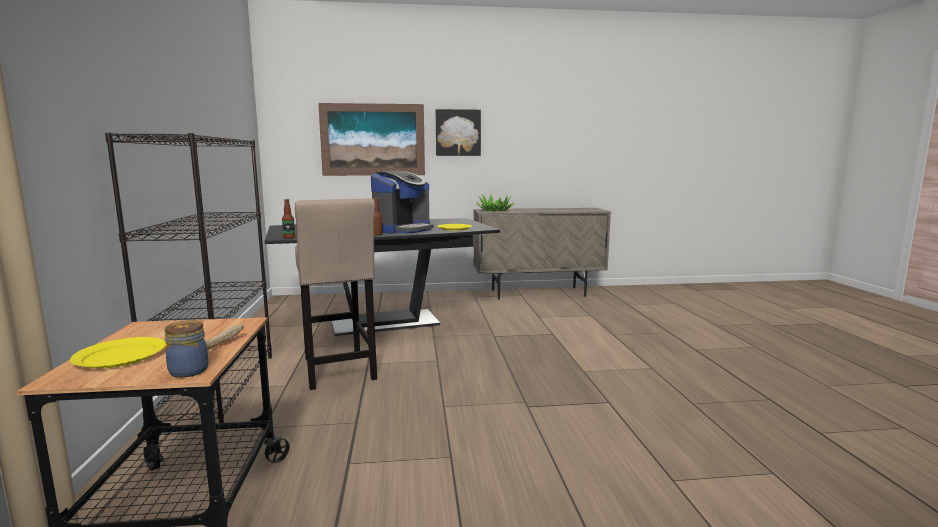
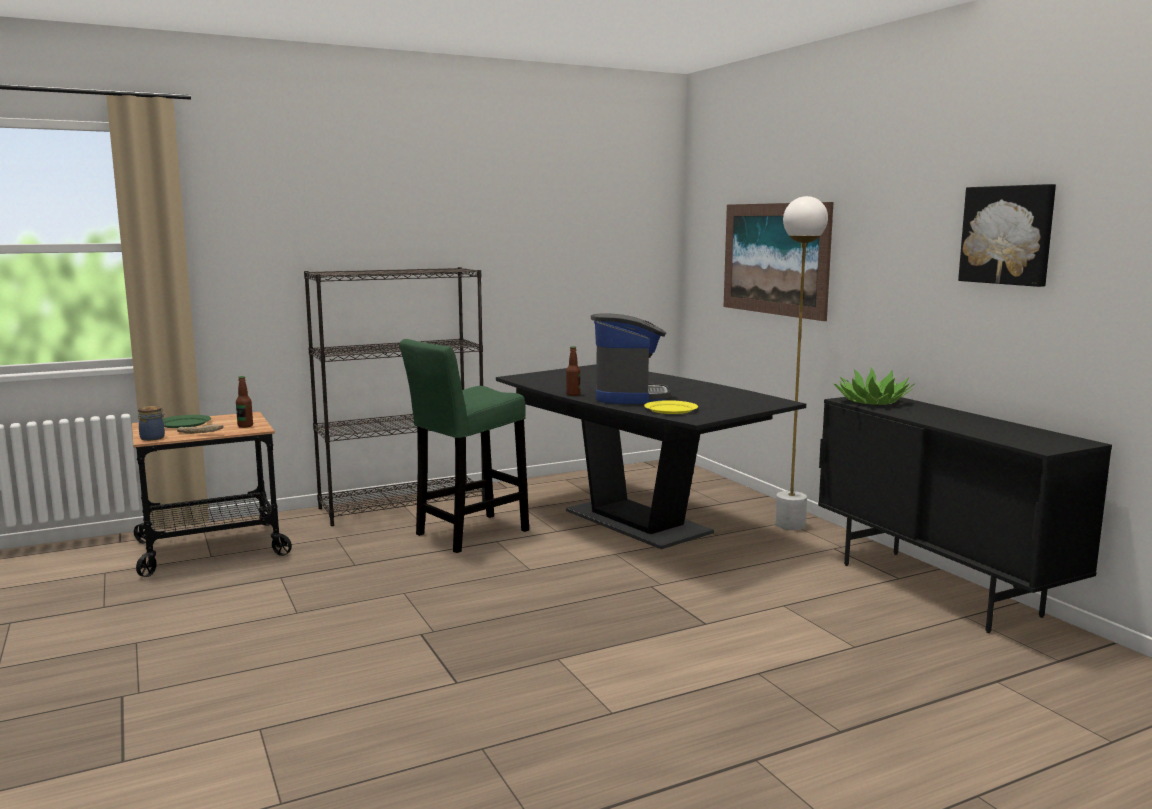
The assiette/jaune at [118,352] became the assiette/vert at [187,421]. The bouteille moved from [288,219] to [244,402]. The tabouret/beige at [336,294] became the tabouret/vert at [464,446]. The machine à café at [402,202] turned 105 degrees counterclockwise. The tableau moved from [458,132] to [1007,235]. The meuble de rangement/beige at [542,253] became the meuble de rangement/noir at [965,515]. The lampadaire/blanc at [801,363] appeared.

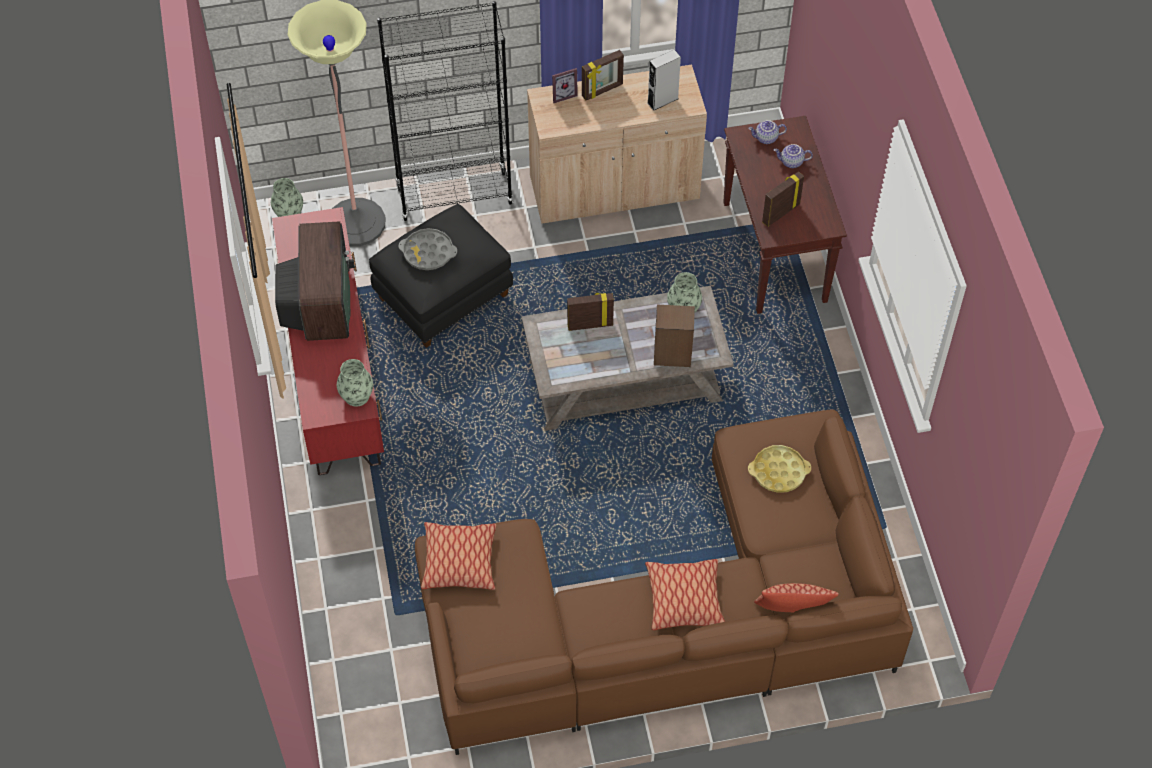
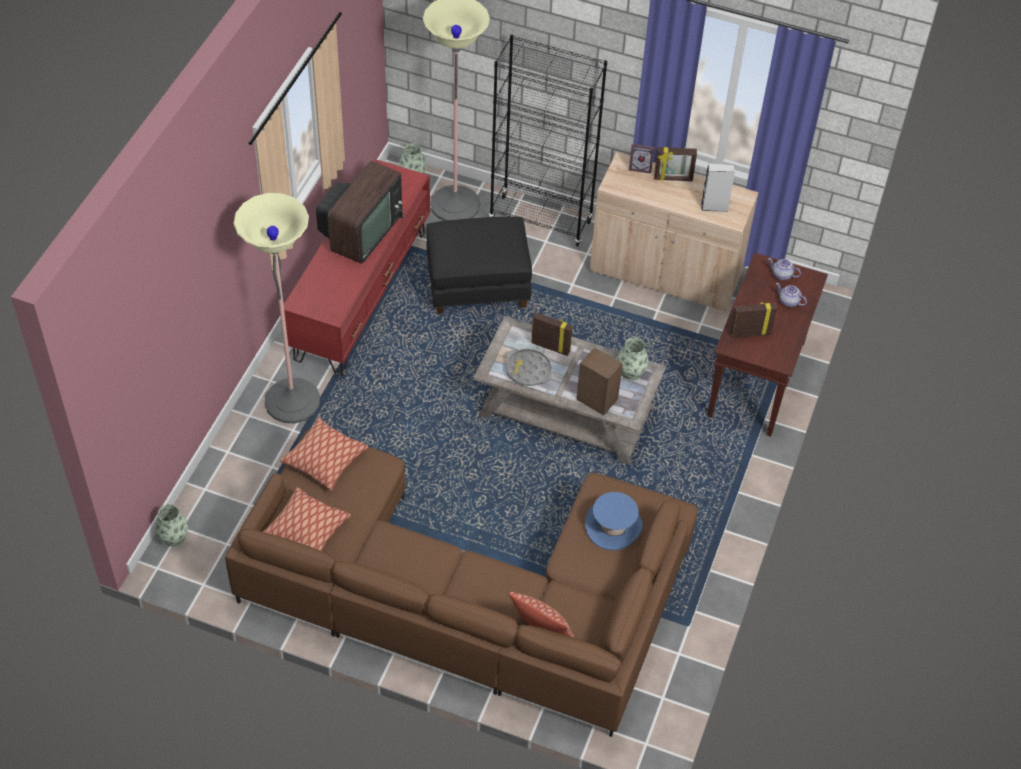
The vase moved from [355,383] to [171,525]. The plateau/gris moved from [427,249] to [528,367]. The coussin moved from [685,594] to [306,519]. The plateau/jaune at [779,469] was replaced by the chapeau/bleu at [614,521]. The lampadaire at [276,308] appeared.

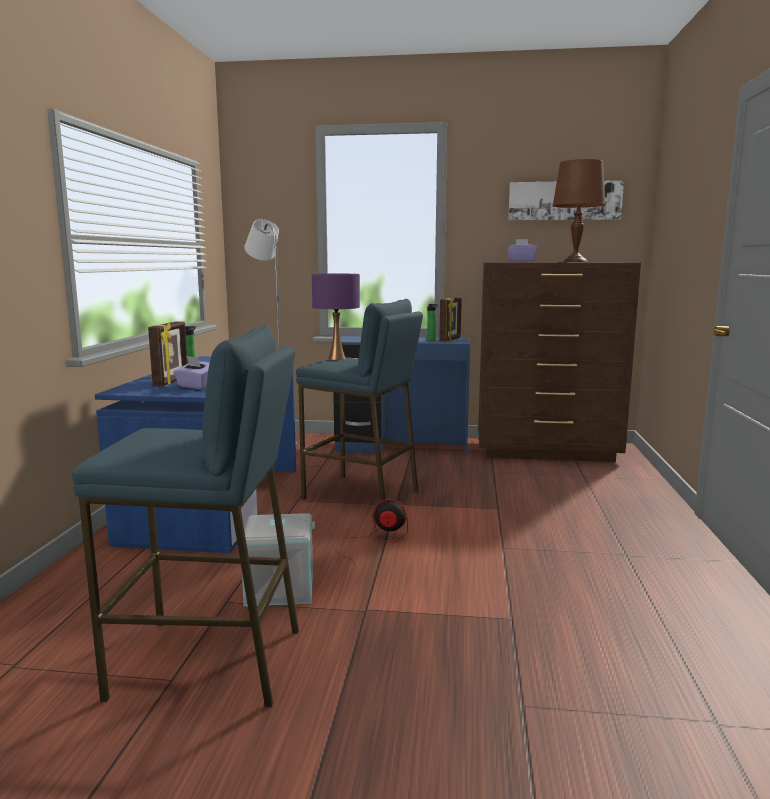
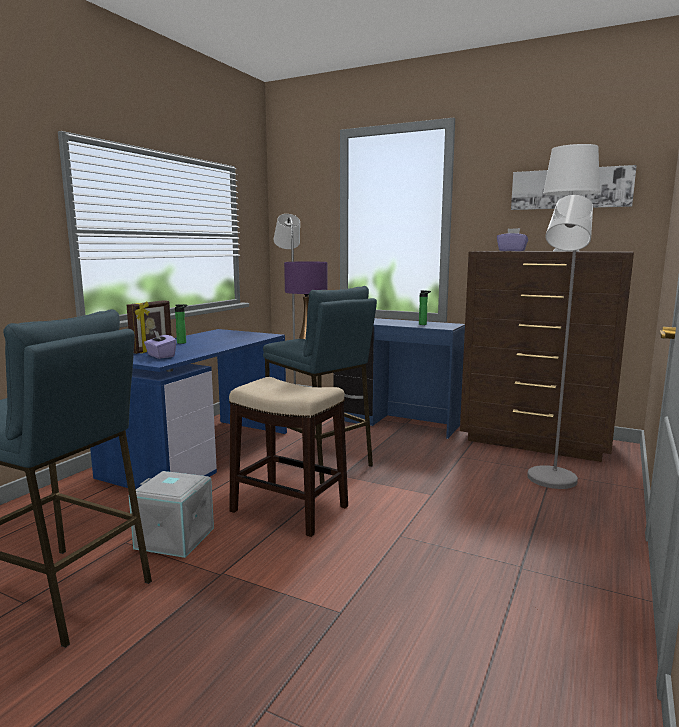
The ventilateur at [371,535] was replaced by the tabouret at [288,457]. The cadre photo at [450,319] disappeared. The lampe de table/marron at [579,210] became the lampe de table/blanc at [571,198]. The lampadaire/gris at [560,342] appeared.

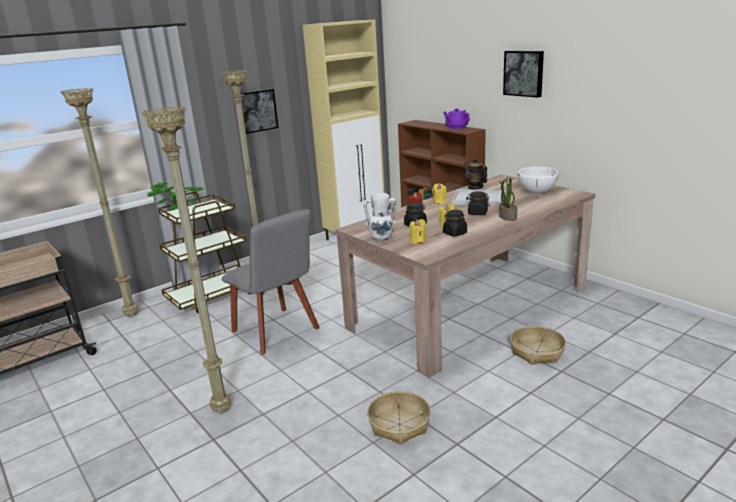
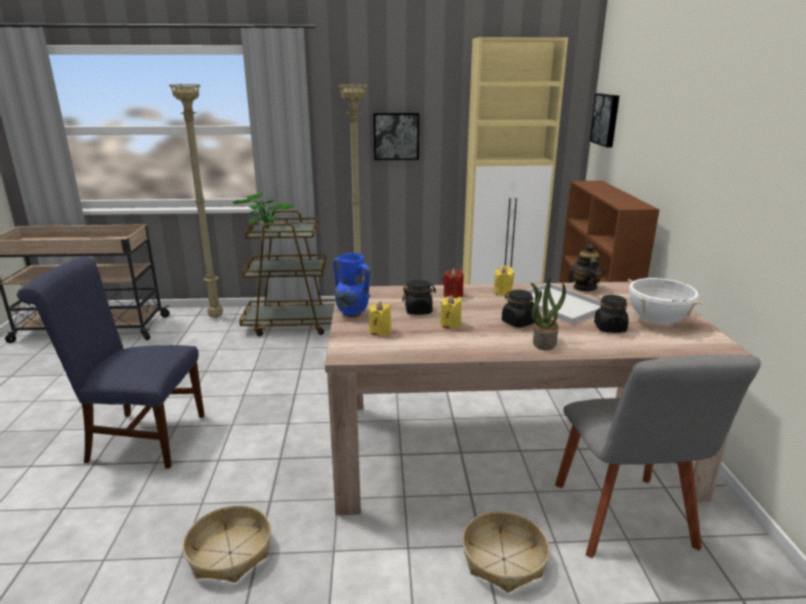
The lampadaire/beige at [186,259] was replaced by the chaise/bleu at [111,362]. The chaise/gris moved from [270,282] to [658,456]. The vase/blanc at [380,217] became the vase/bleu at [352,285]. The théière/violet at [456,119] disappeared. The bocal/noir moved from [455,223] to [611,314]. The tableau moved from [523,74] to [604,120].

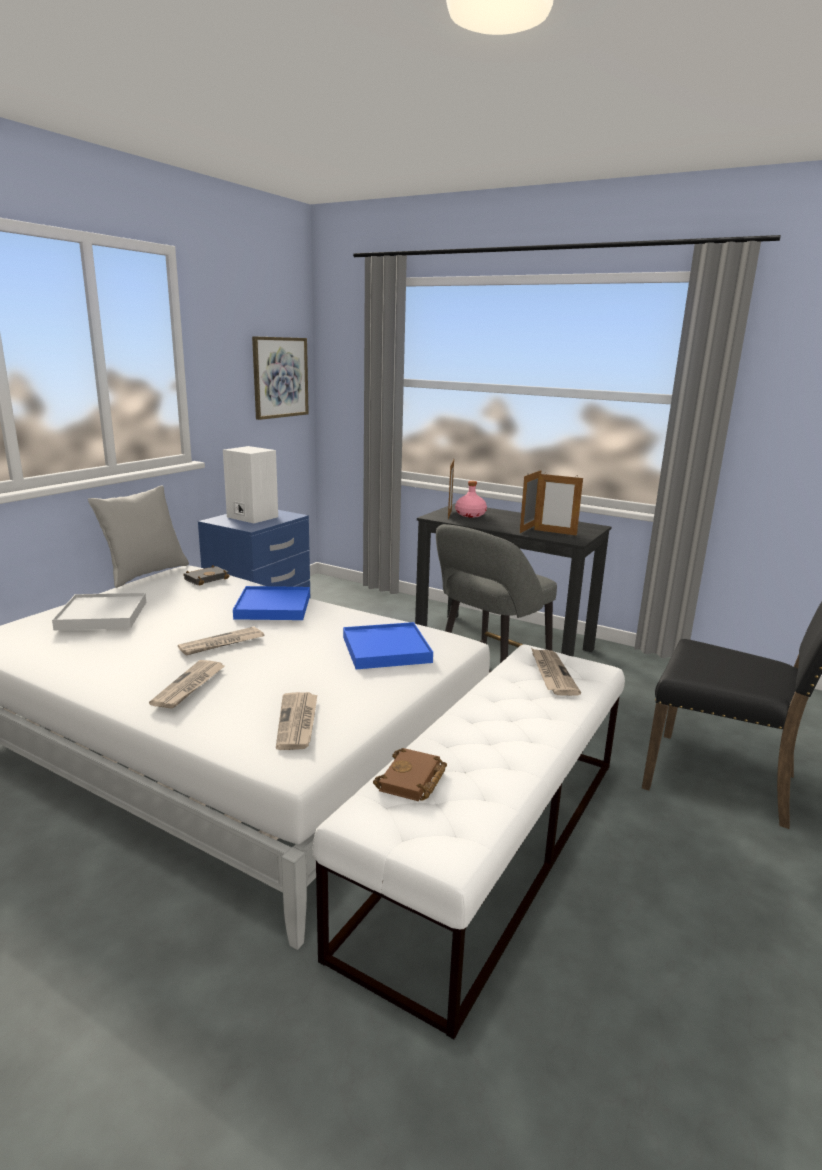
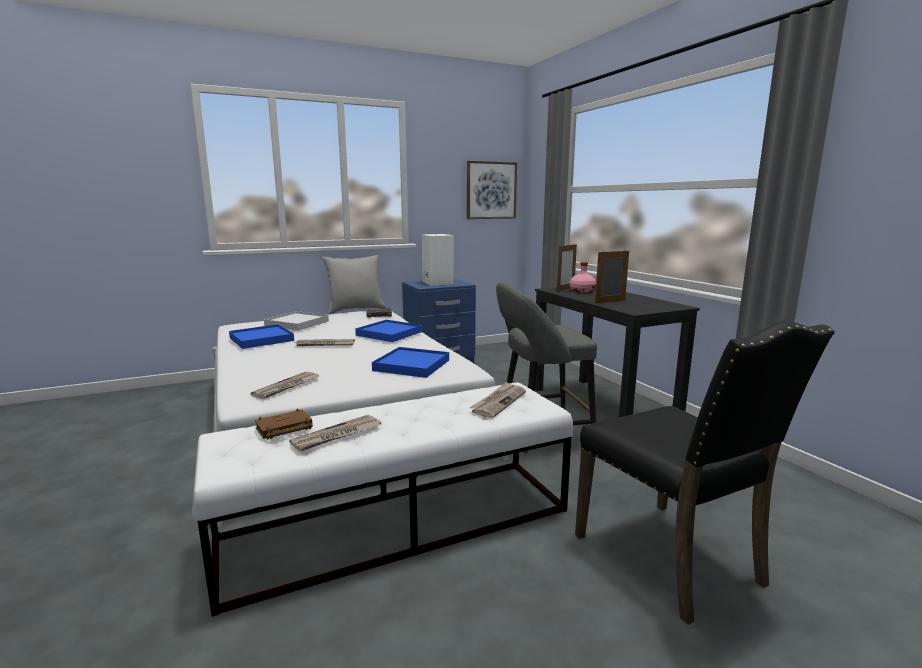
The journal moved from [187,684] to [335,433]. The cadre photo at [558,504] disappeared. The plateau/bleu at [261,336] appeared.

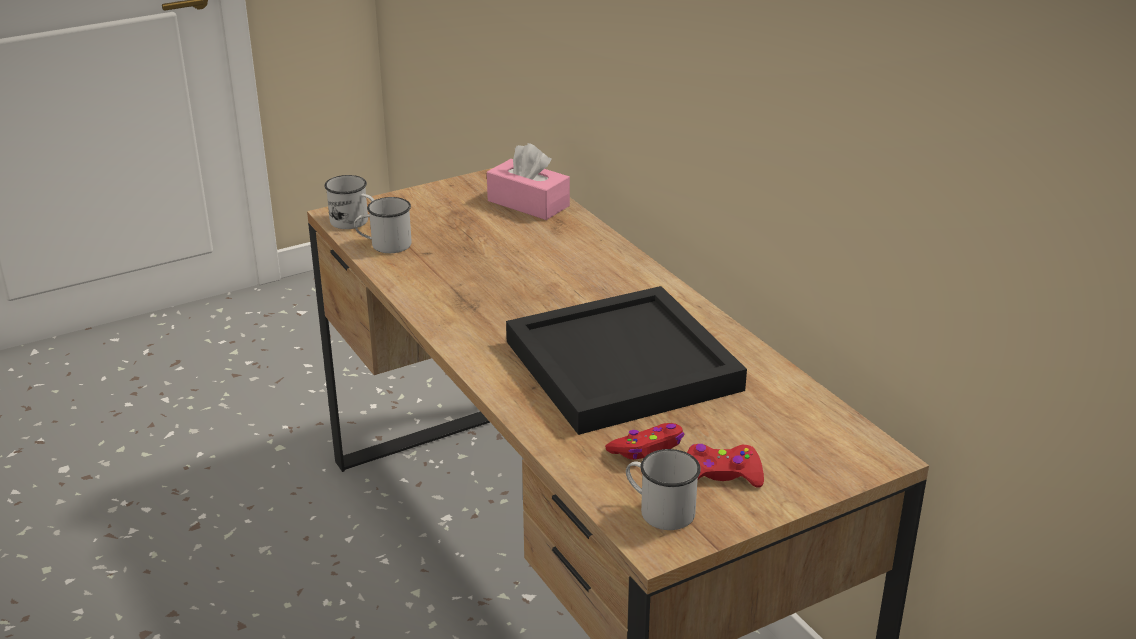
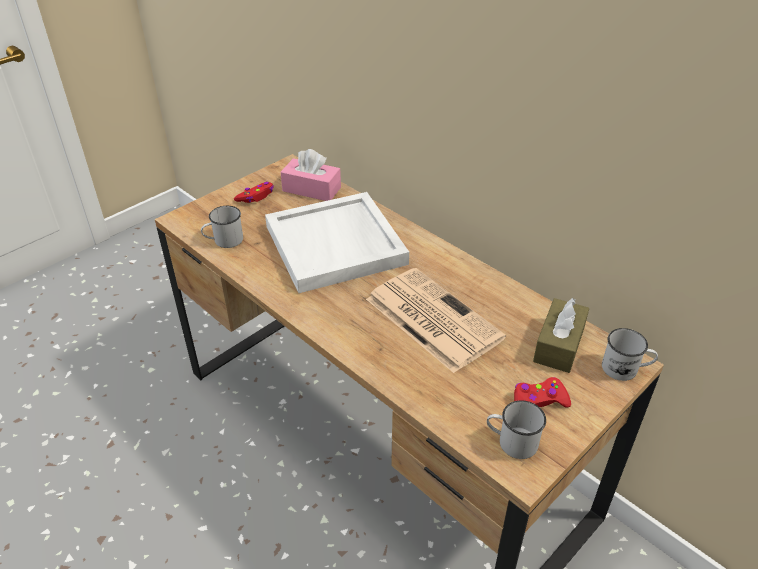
The mug/blanc moved from [349,202] to [630,354]. The plateau/noir at [626,360] was replaced by the journal at [436,320]. The manette/rouge moved from [644,441] to [254,192]. The plateau/blanc at [337,242] appeared. The boîte à mouchoirs/marron at [561,335] appeared.

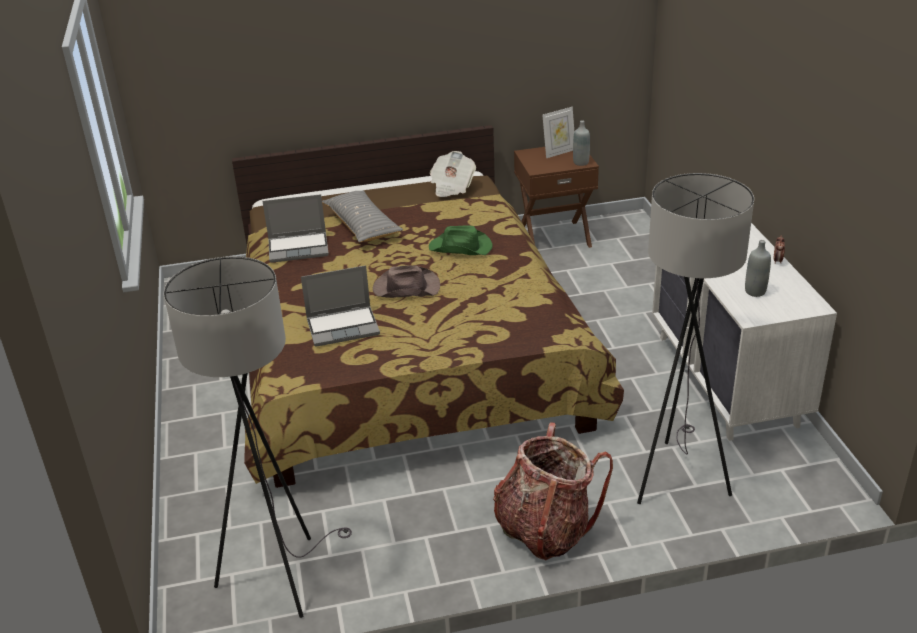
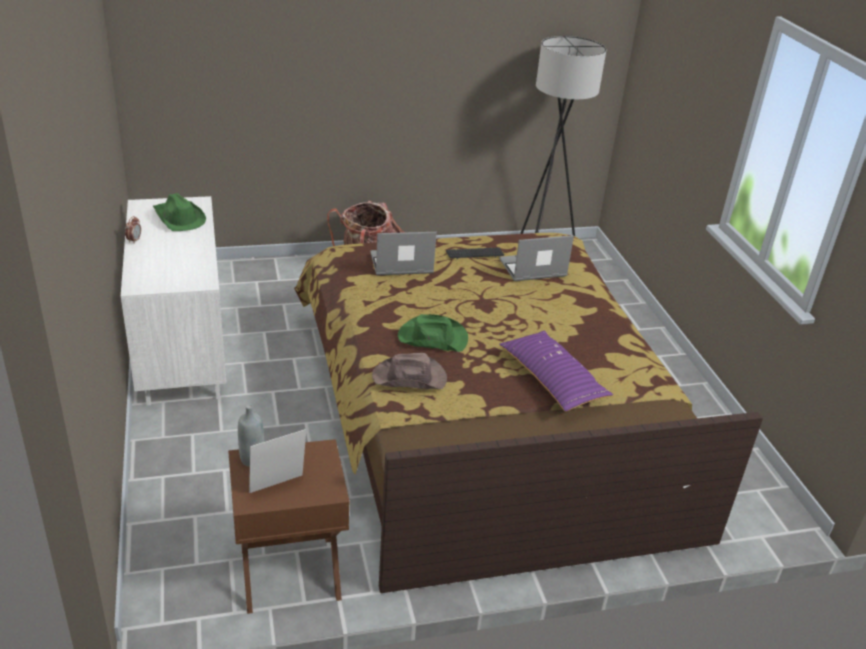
The ordinateur portable moved from [295,228] to [403,253]. The coussin/gris at [362,216] became the coussin/violet at [556,371]. The chapeau/marron moved from [406,281] to [409,371]. The journal at [453,174] disappeared. The lampadaire/gris at [695,338] disappeared. The bouteille/gris at [758,268] was replaced by the chapeau/vert at [179,212]. The clavier at [475,253] appeared.

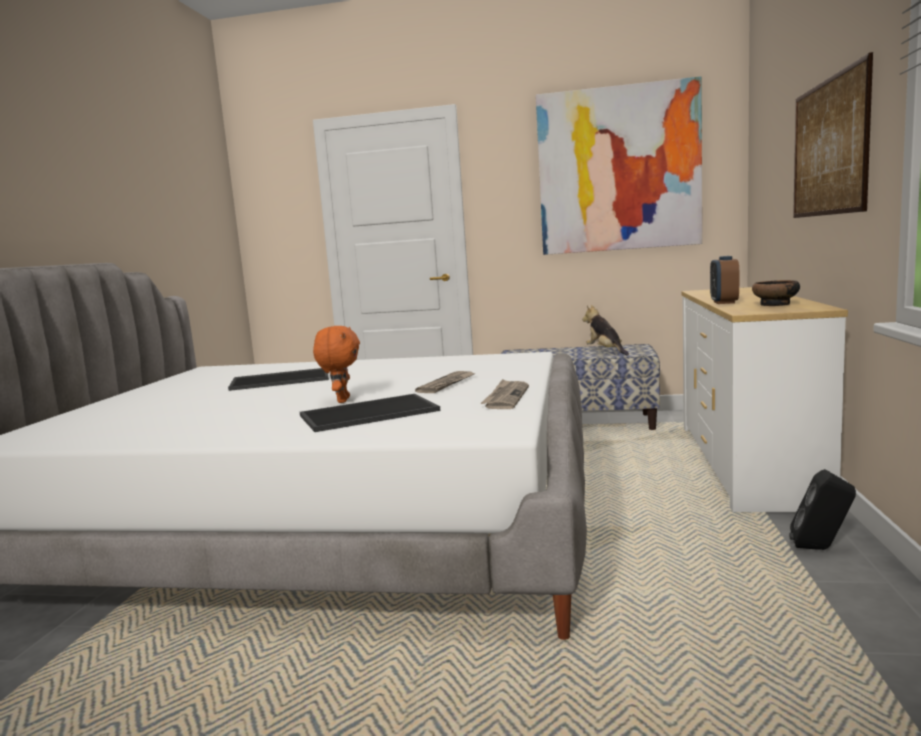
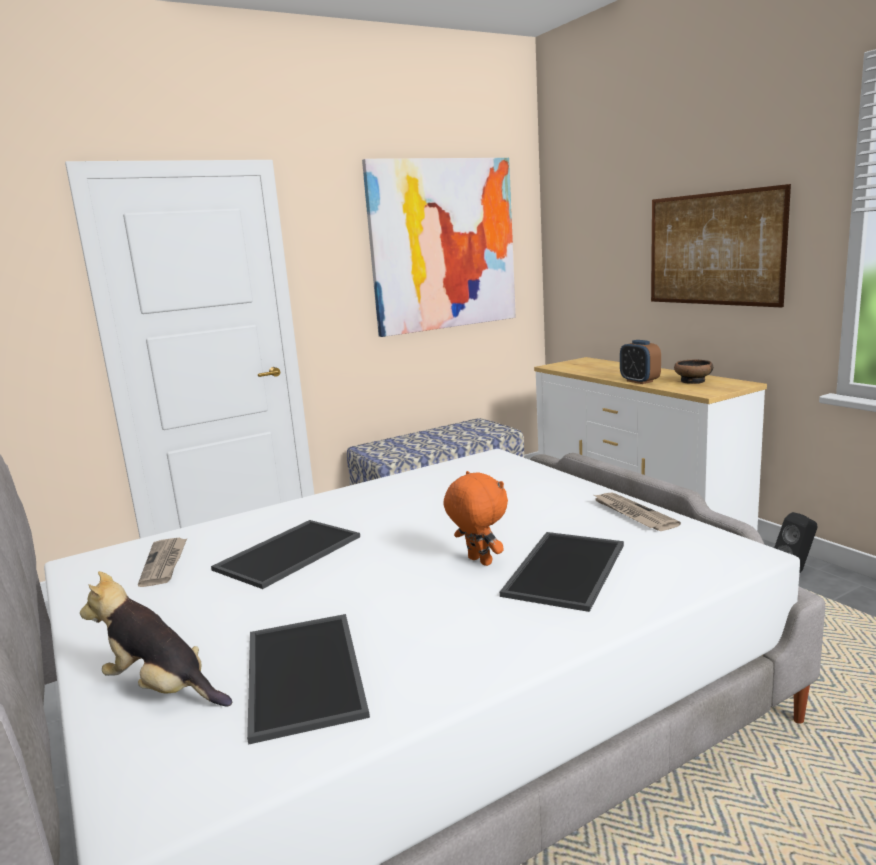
The journal moved from [445,382] to [162,562]. The peluche moved from [605,330] to [156,639]. The plateau at [308,679] appeared.

